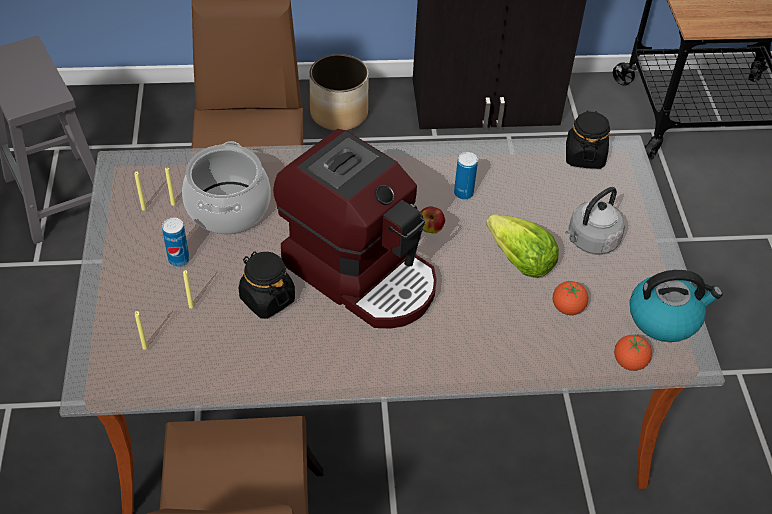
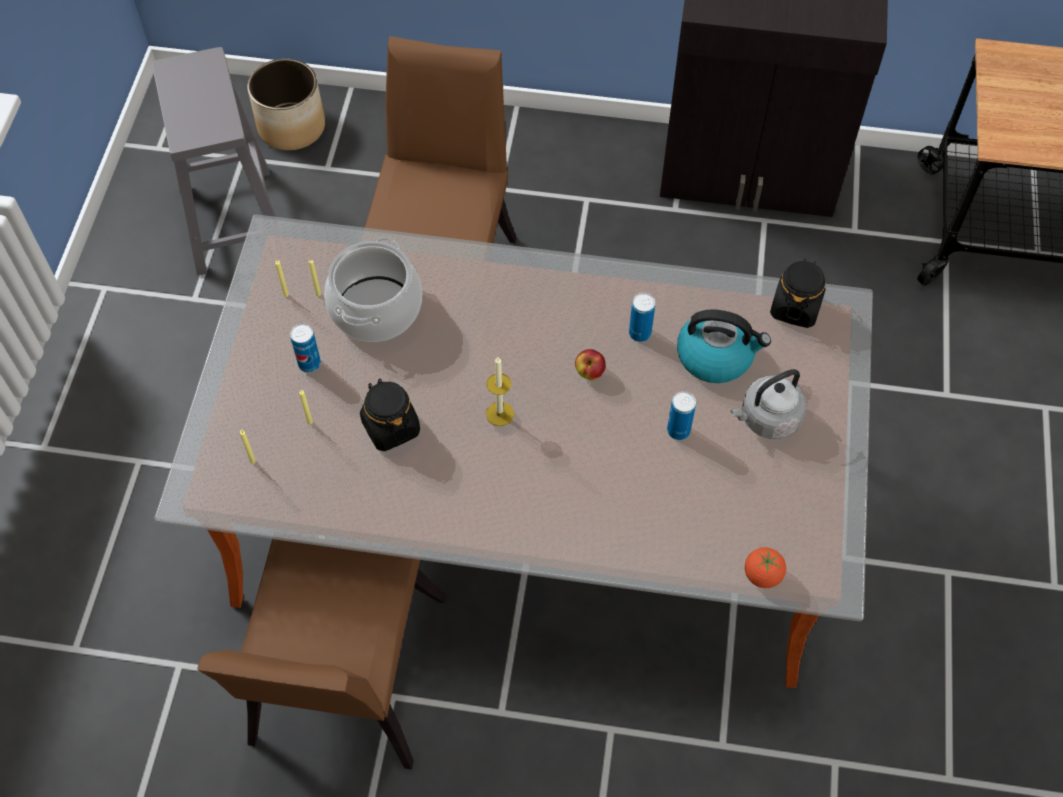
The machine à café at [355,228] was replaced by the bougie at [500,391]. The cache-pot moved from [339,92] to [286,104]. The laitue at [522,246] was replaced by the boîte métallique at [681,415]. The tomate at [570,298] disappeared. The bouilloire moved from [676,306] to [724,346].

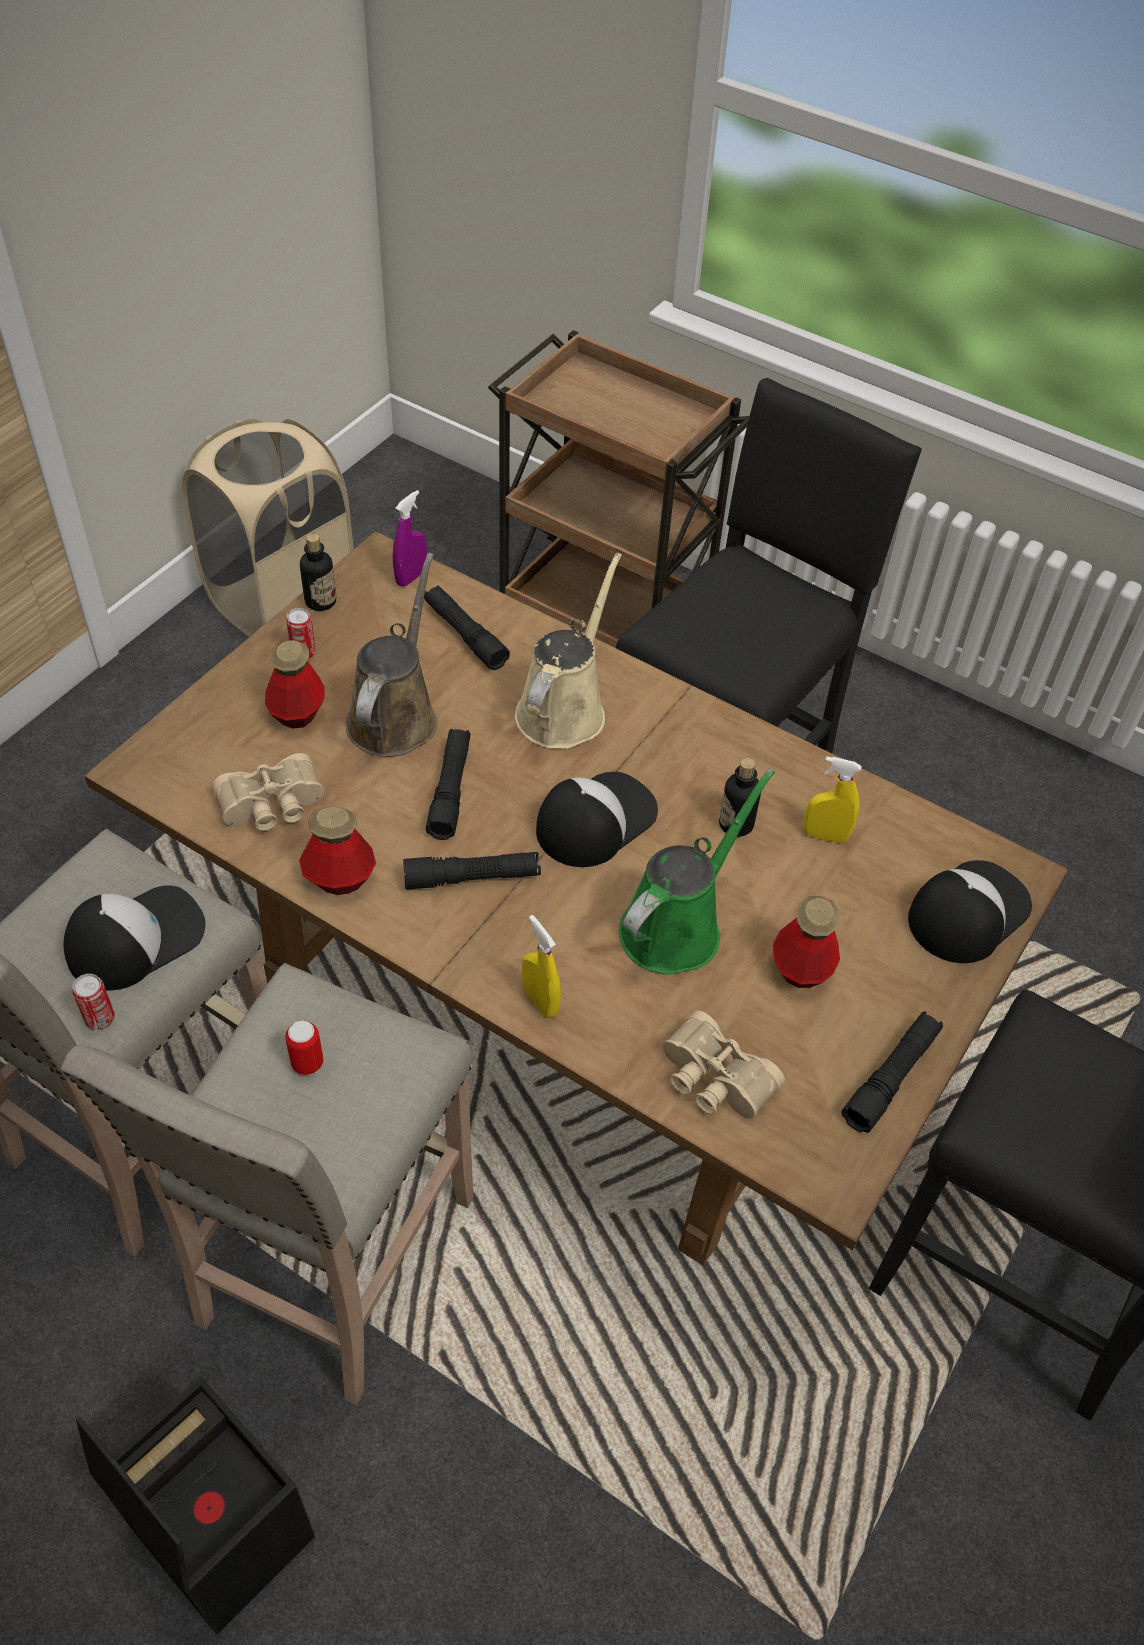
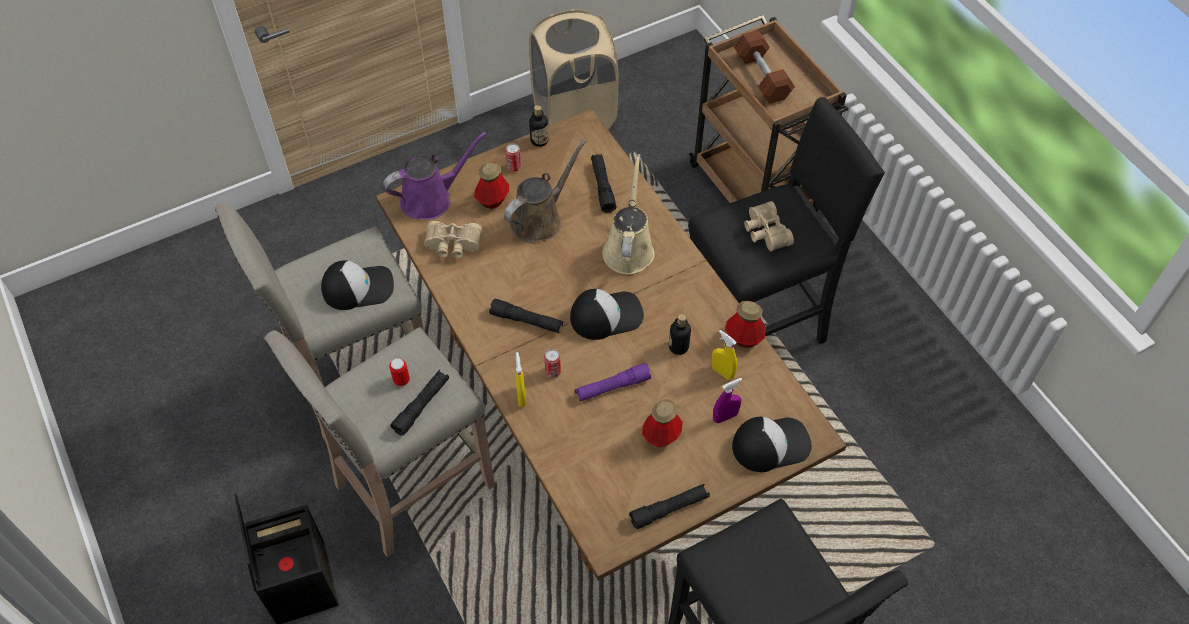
The boîte métallique moved from [93,1002] to [552,363]. The bouteille moved from [337,850] to [745,324]. The vaporisateur/violet moved from [410,538] to [727,400]. The lampe de poche/noir moved from [448,784] to [419,403]. The arrosoir/beige at [568,651] turned 45 degrees counterclockwise. The arrosoir/vert at [697,871] was replaced by the lampe de poche/violet at [613,382]. The jumelles/beige moved from [723,1065] to [769,226]. The arrosoir/violet at [435,176] appeared. The haltère/marron at [764,67] appeared.

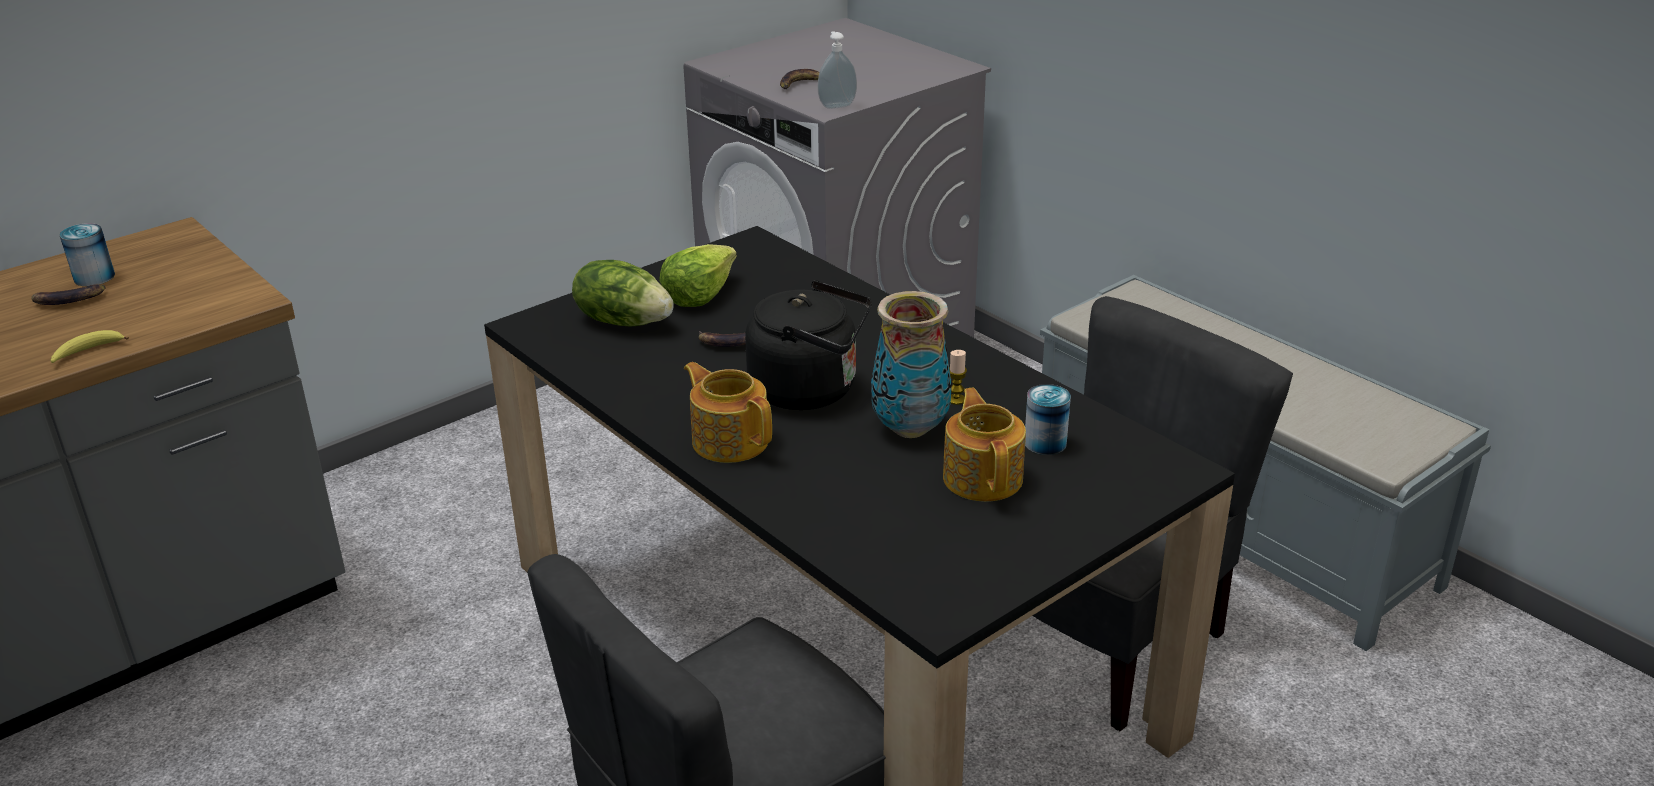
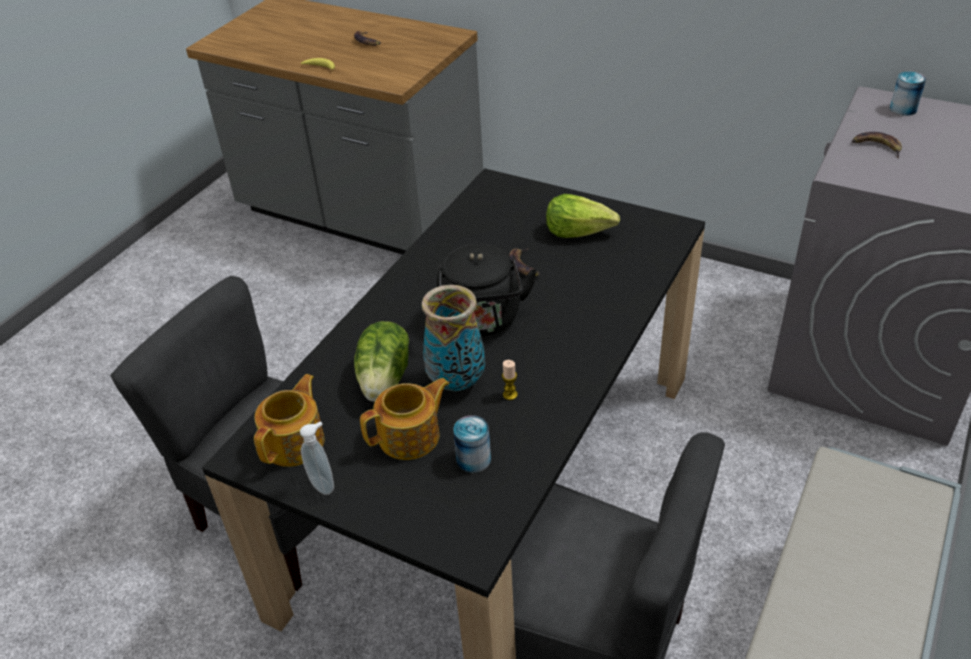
The boîte métallique moved from [87,254] to [908,94]. The laitue moved from [623,293] to [381,361]. The théière moved from [728,412] to [289,420]. The distributeur de savon moved from [837,70] to [317,458].

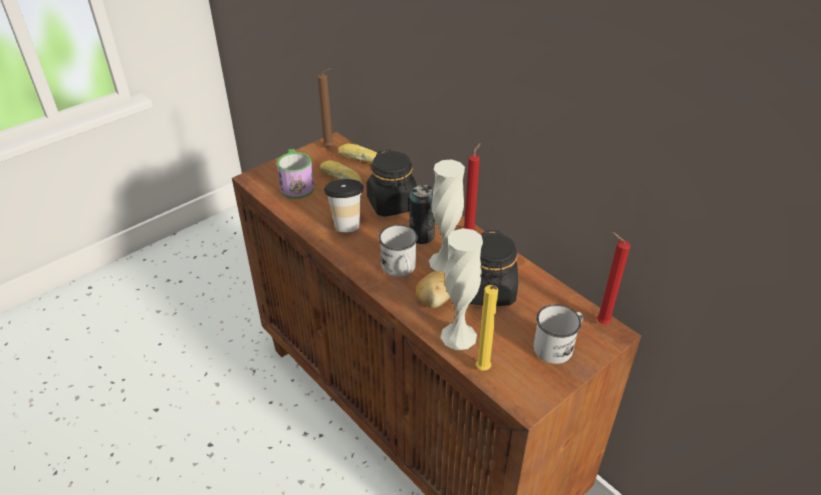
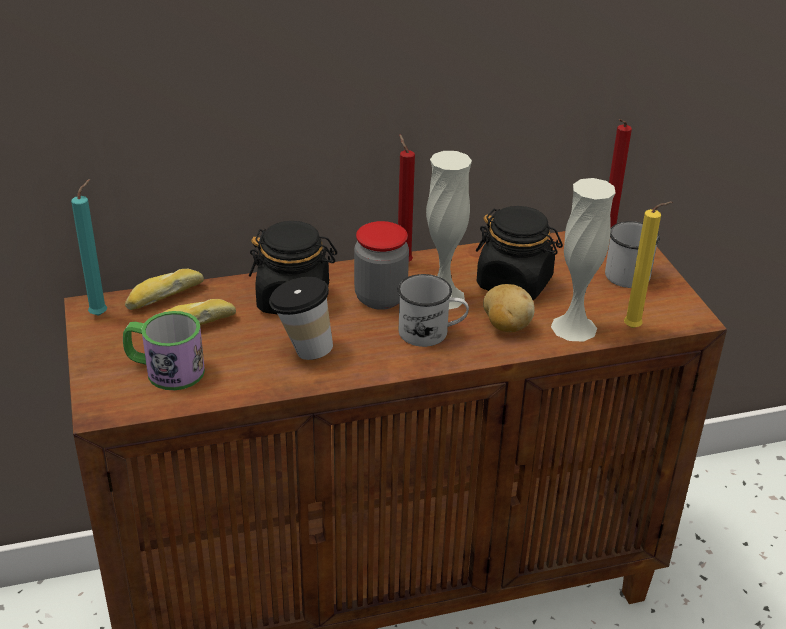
The bougie/marron at [326,107] became the bougie/turquoise at [89,247]. The boîte métallique at [422,214] was replaced by the bocal at [381,265].

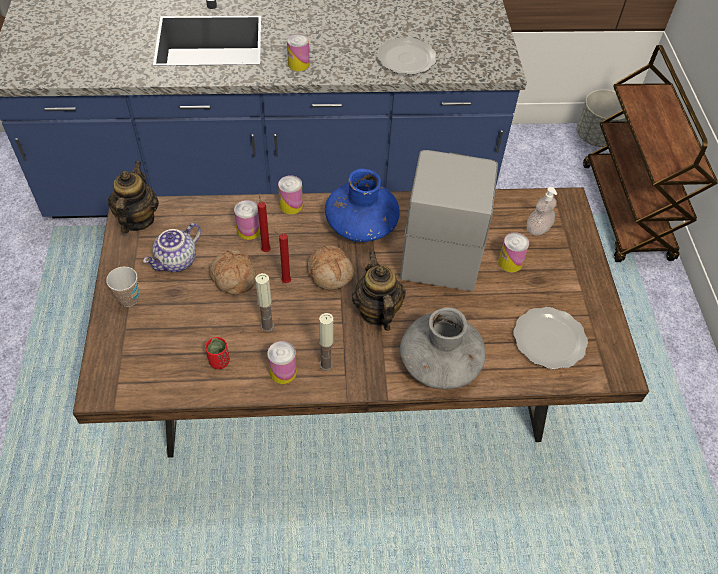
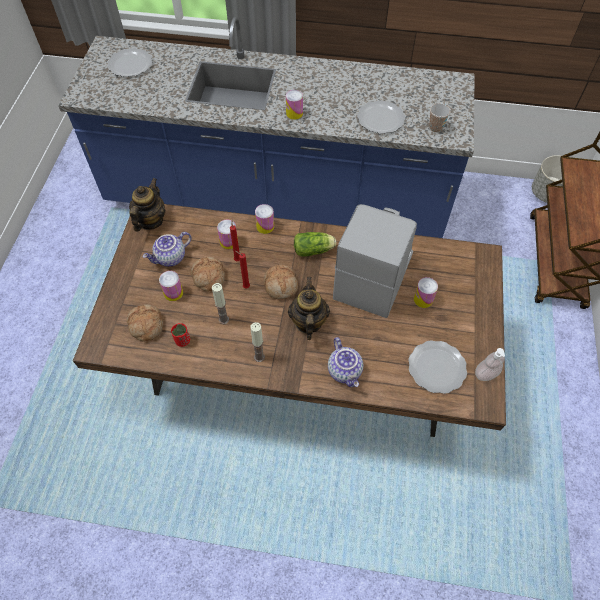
The tasse moved from [122,286] to [440,118]. The boîte métallique moved from [282,362] to [171,286]. The vase/bleu at [362,205] was replaced by the laitue at [315,244]. The vase/gris at [442,348] was replaced by the théière at [345,362]. The distributeur de savon moved from [542,211] to [490,364]. The assiette at [130,62] appeared. The pain at [145,323] appeared.

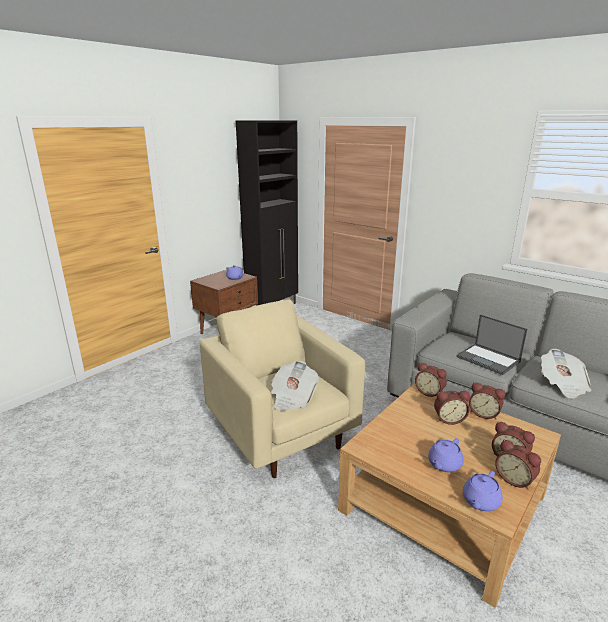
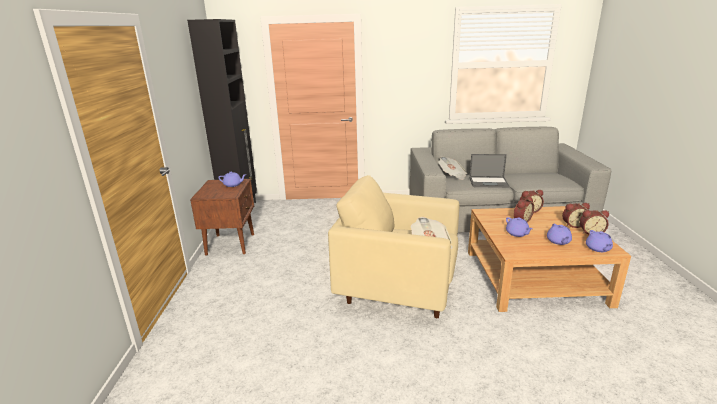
The réveil at [431,379] disappeared. The journal moved from [566,374] to [452,168]. The théière/violet at [519,227] appeared.

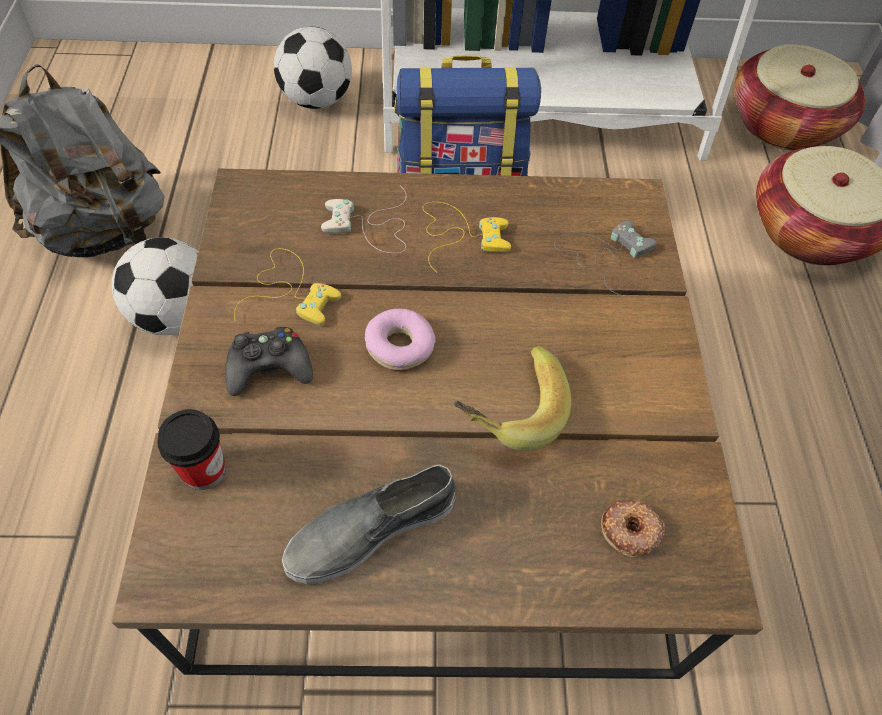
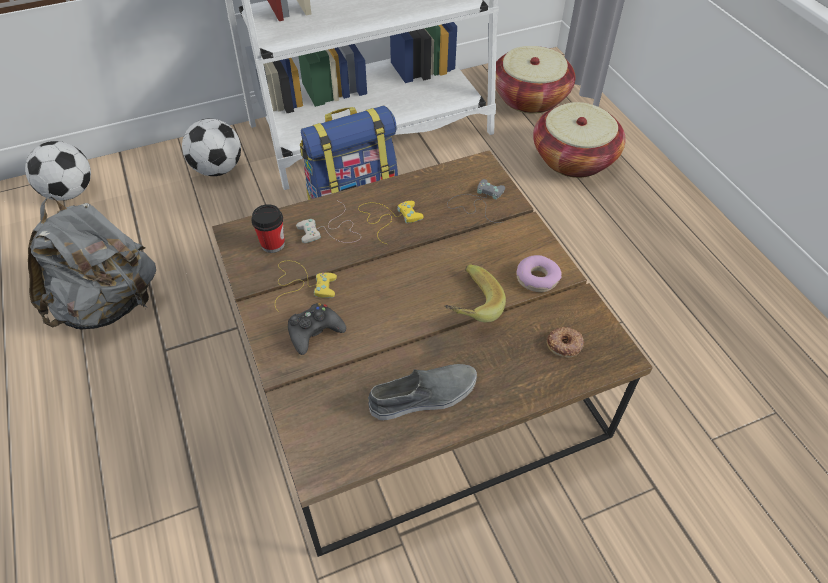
The ballon de foot moved from [155,286] to [58,171]. The tasse moved from [191,449] to [268,228]. The chaussure/gris at [369,524] turned 150 degrees counterclockwise. The beignet moved from [400,339] to [539,273].

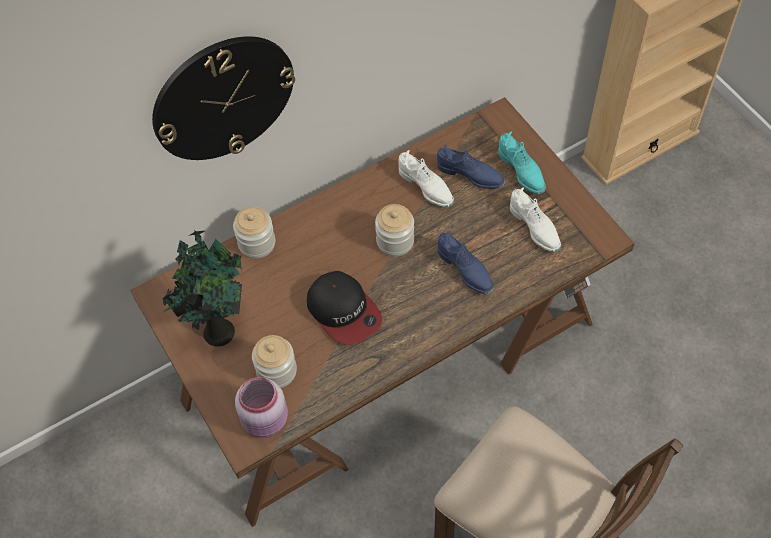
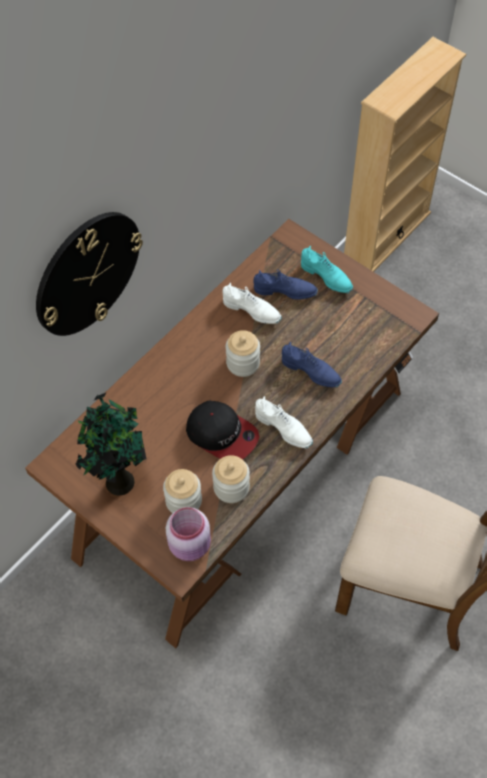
The bocal moved from [254,233] to [231,479]. The chaussure/blanc moved from [535,220] to [284,422].

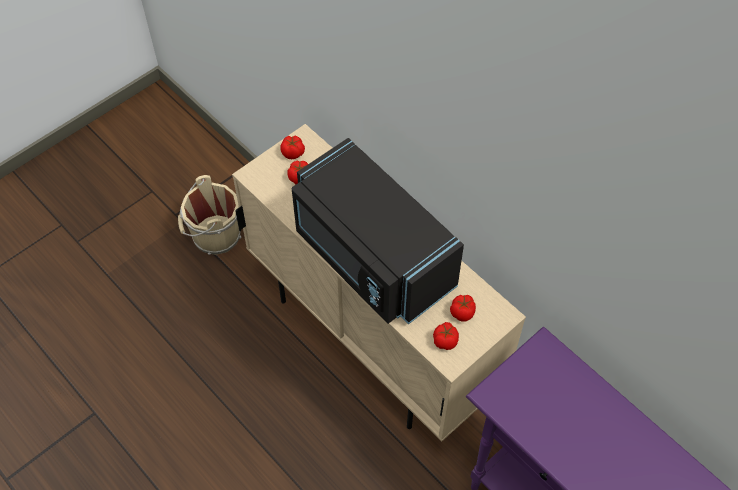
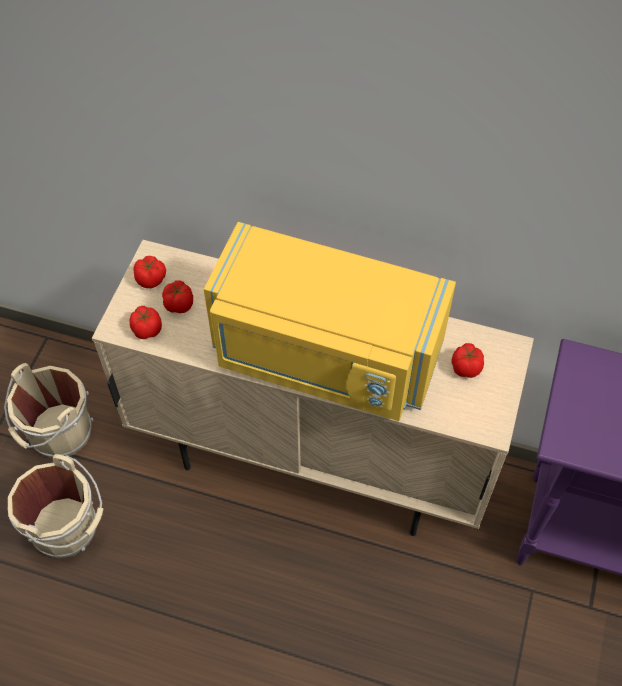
The micro-ondes/noir at [378,231] became the micro-ondes/jaune at [330,321]. The tomate moved from [446,336] to [145,322]. The seau/beige at [56,506] appeared.

